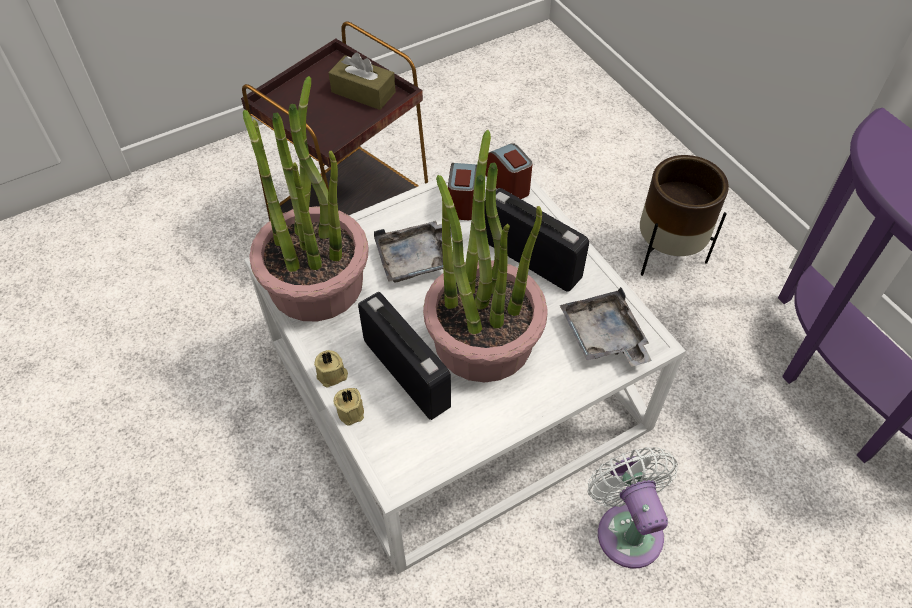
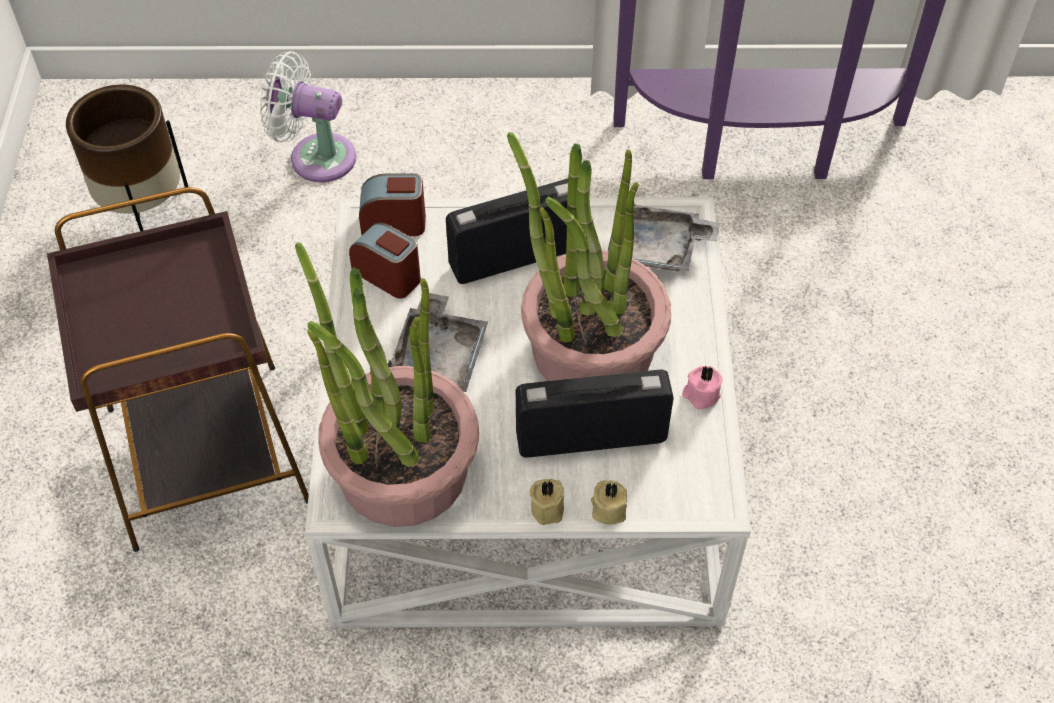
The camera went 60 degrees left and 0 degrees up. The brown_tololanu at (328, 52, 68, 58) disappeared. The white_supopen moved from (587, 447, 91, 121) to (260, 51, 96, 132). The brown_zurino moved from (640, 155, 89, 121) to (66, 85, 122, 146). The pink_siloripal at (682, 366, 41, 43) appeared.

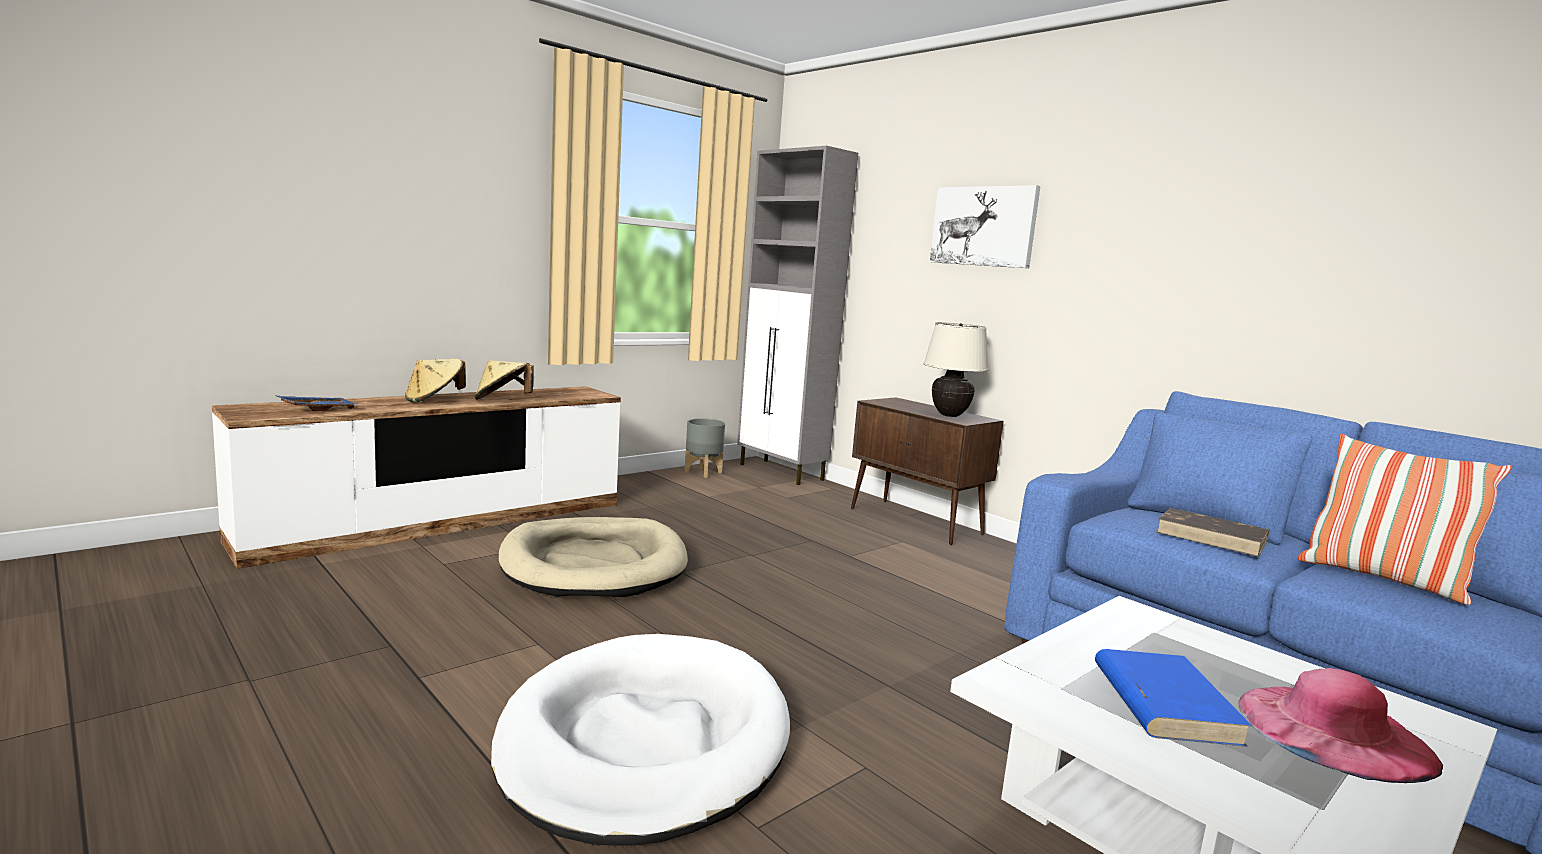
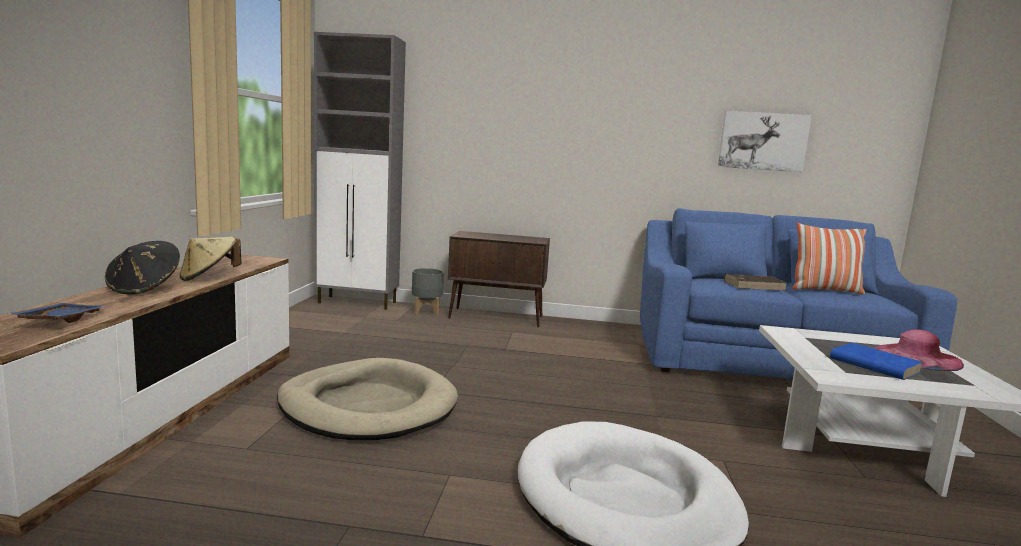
The camera went 40 degrees left and 0 degrees up. The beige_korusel at (405, 359, 61, 44) became the black_korusel at (105, 241, 75, 54). The grey_zurino moved from (684, 418, 41, 60) to (412, 268, 32, 48). The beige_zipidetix at (923, 322, 66, 95) disappeared. The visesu moved from (930, 185, 110, 83) to (718, 110, 94, 62).

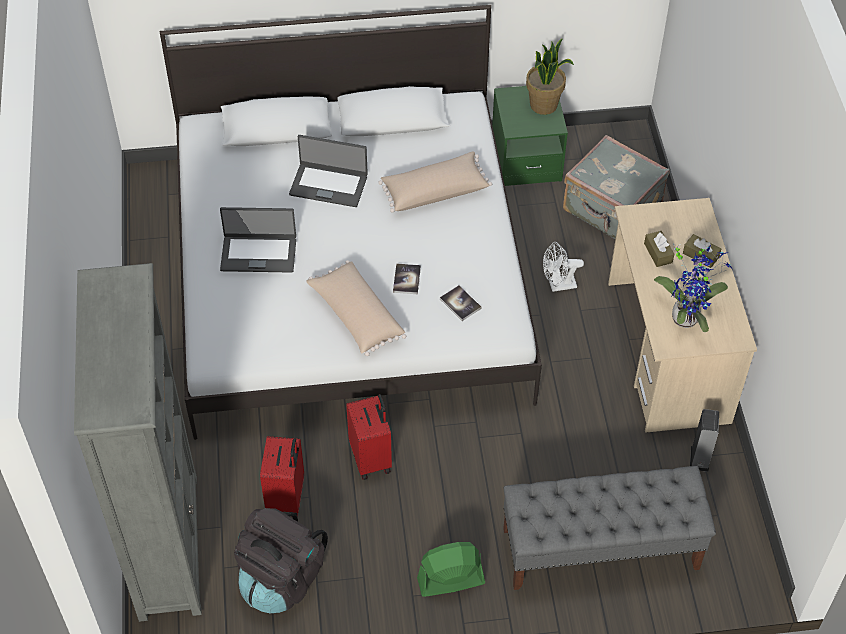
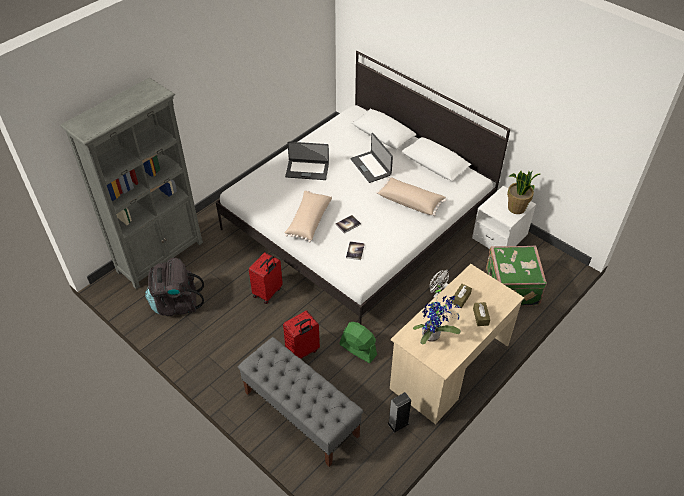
The camera went 50 degrees right and 5 degrees down. The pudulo at (220, 207, 76, 66) turned 45 degrees counterclockwise. The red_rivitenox moved from (260, 436, 44, 81) to (283, 311, 37, 48). The green_supopen moved from (417, 542, 68, 55) to (339, 322, 38, 41). The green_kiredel at (492, 86, 76, 100) became the white_kiredel at (472, 186, 64, 63). The grey_rivitenox at (563, 135, 106, 104) became the green_rivitenox at (486, 246, 61, 60).

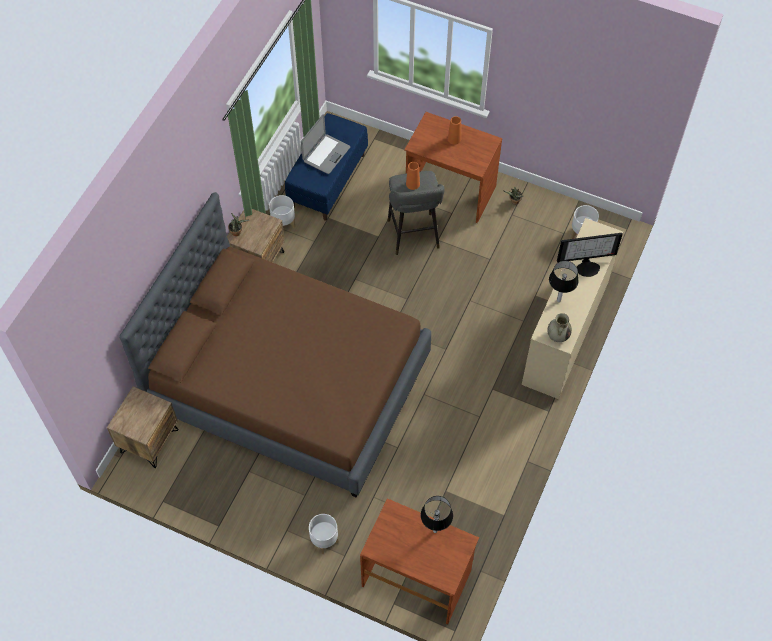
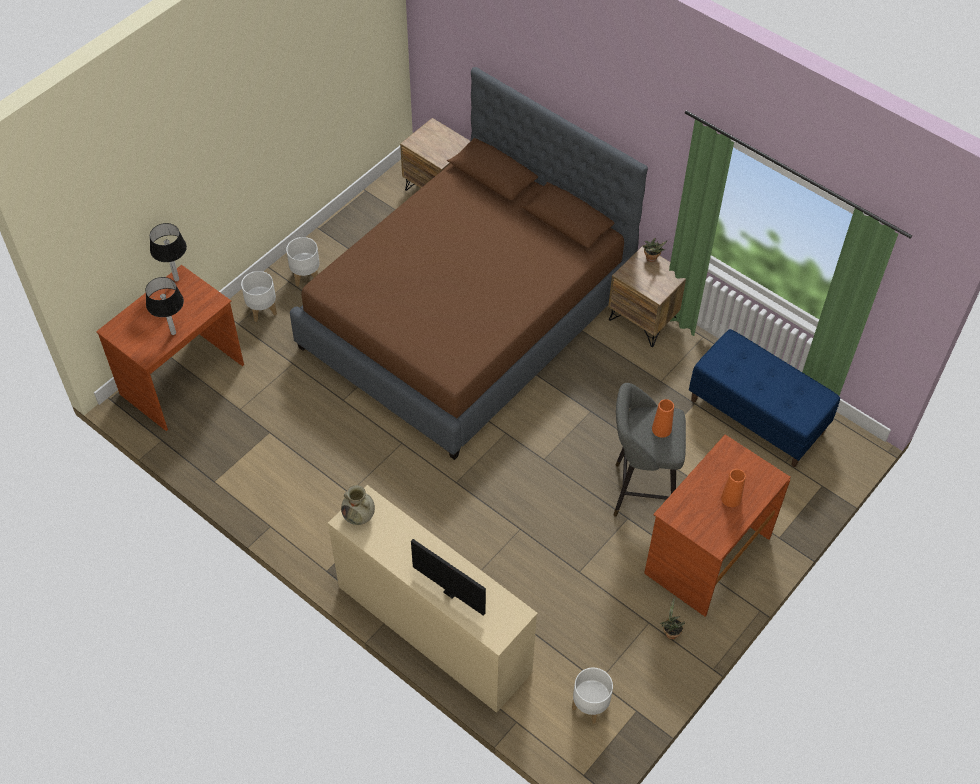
The camera went 105 degrees right and 5 degrees down. The white_zurino moved from (269, 195, 26, 33) to (286, 237, 34, 49). The pudulo at (301, 114, 49, 60) disappeared. The zipidetix moved from (549, 261, 29, 41) to (150, 223, 37, 58). The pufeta at (557, 233, 66, 44) turned 120 degrees clockwise.

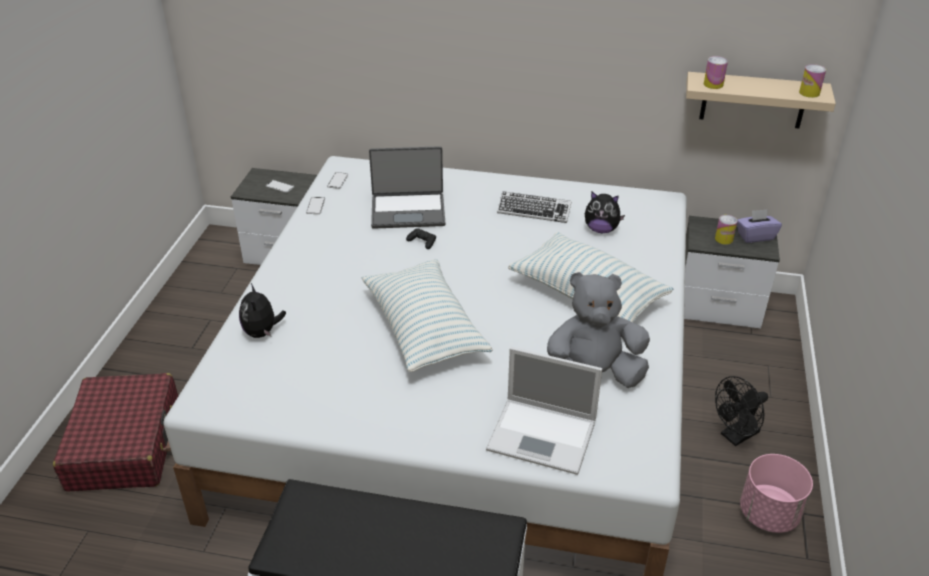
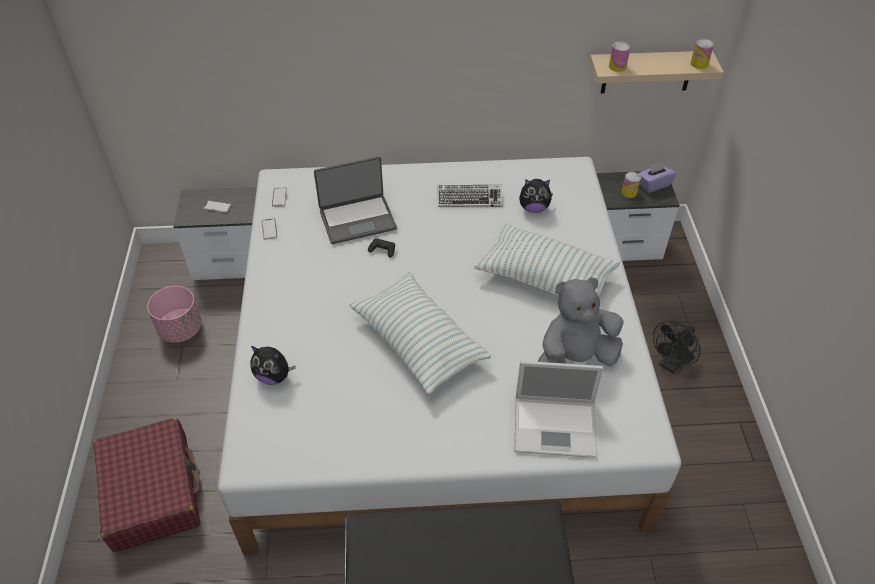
The camera went 15 degrees left and 10 degrees up. The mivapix at (239, 283, 47, 55) turned 45 degrees counterclockwise. The pink_zurino moved from (740, 454, 73, 79) to (147, 286, 55, 57).

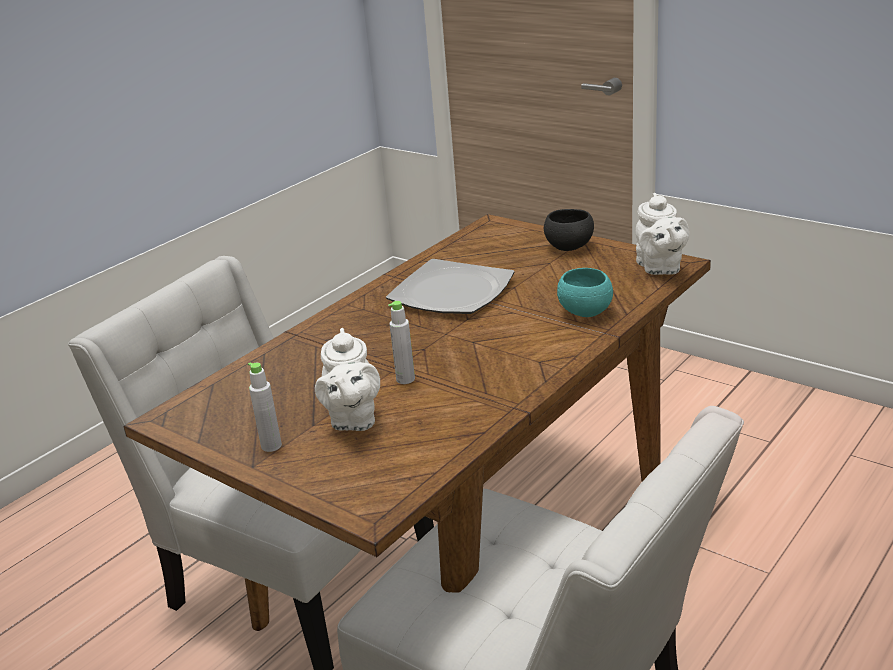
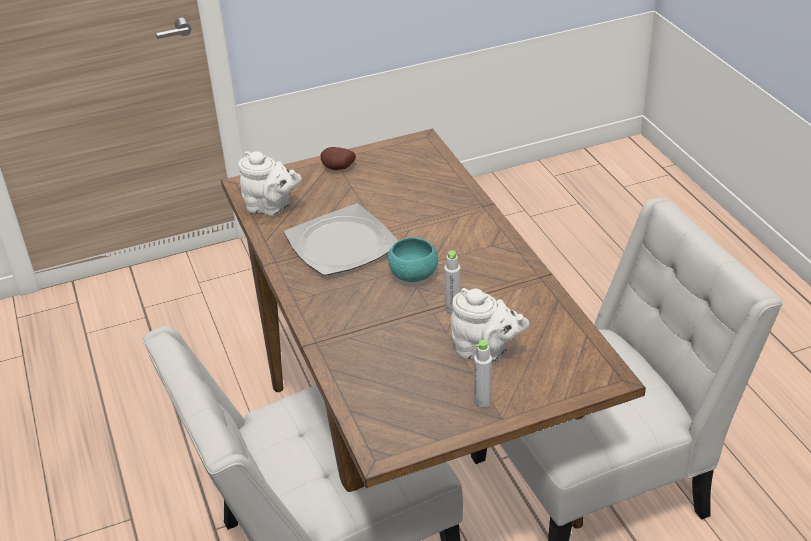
The camera went 60 degrees left and 10 degrees up. The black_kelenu at (544, 209, 50, 42) was replaced by the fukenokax at (320, 147, 36, 23). The turquoise_kelenu moved from (557, 268, 56, 49) to (388, 237, 50, 45). The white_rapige moved from (636, 193, 53, 82) to (238, 151, 64, 65).

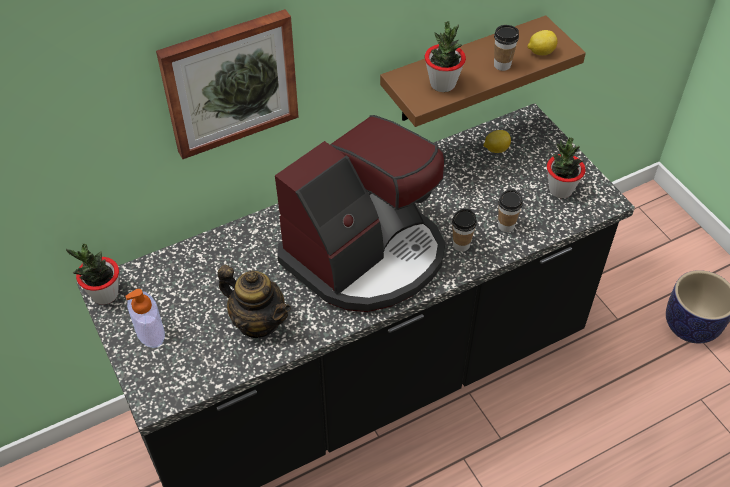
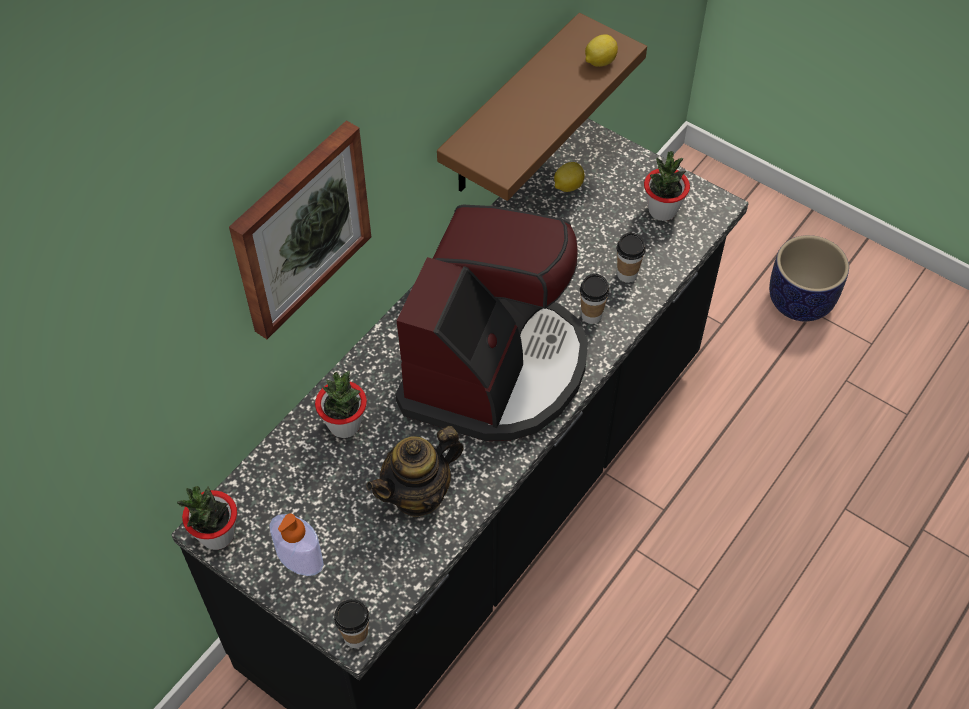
The camera went 25 degrees left and 5 degrees up. The rapige at (218, 265, 73, 73) turned 135 degrees clockwise. The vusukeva moved from (425, 21, 41, 71) to (315, 371, 52, 67). The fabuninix moved from (494, 25, 25, 46) to (334, 599, 35, 49).

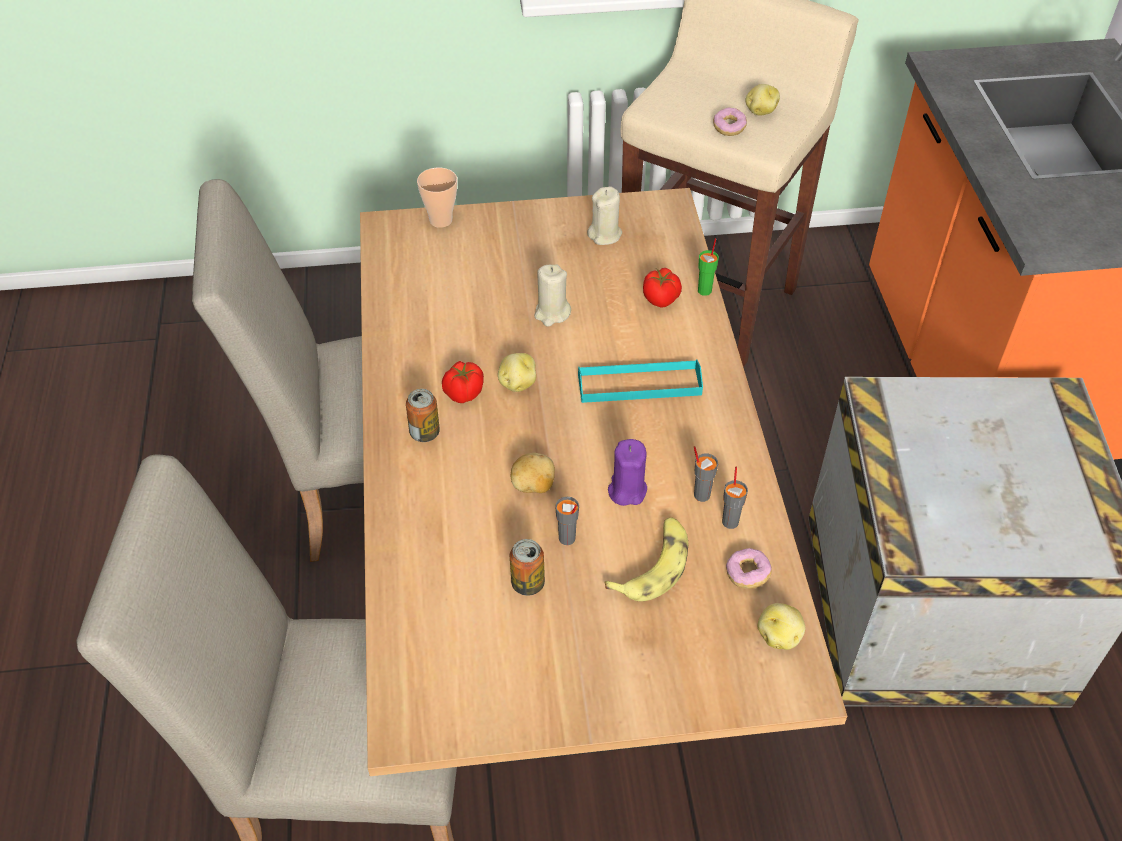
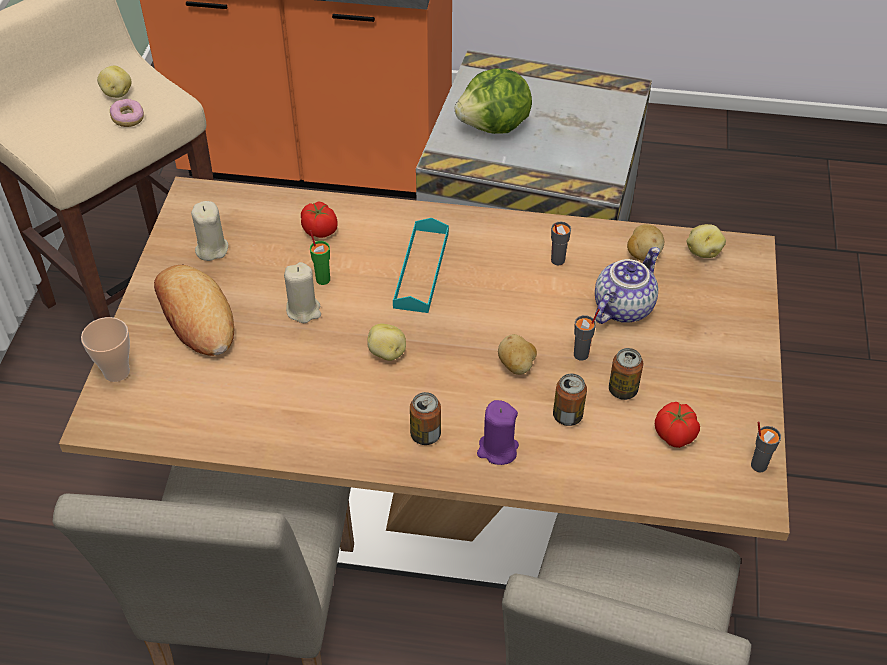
The camera went 75 degrees left and 0 degrees up. The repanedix moved from (442, 361, 42, 42) to (655, 402, 45, 46). The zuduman at (605, 517, 84, 84) was replaced by the rapige at (595, 247, 65, 77). The purple_siloripal moved from (608, 439, 39, 67) to (477, 400, 42, 65). The green_fabuninix moved from (698, 238, 21, 58) to (310, 230, 20, 55). The grey_fabuninix moved from (722, 466, 26, 63) to (751, 422, 30, 50). The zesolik at (726, 548, 46, 41) was replaced by the fukenokax at (627, 224, 37, 37). The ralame at (154, 265, 80, 91) appeared. The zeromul at (455, 68, 77, 66) appeared. The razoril at (553, 374, 34, 52) appeared.

